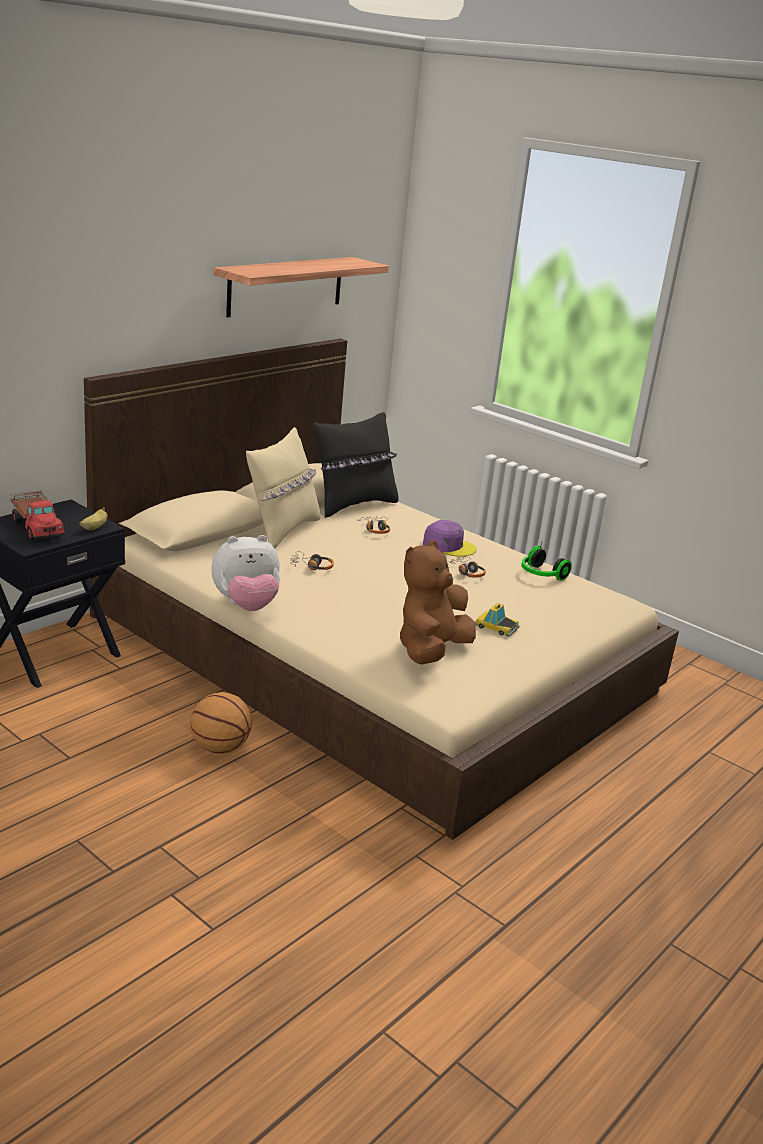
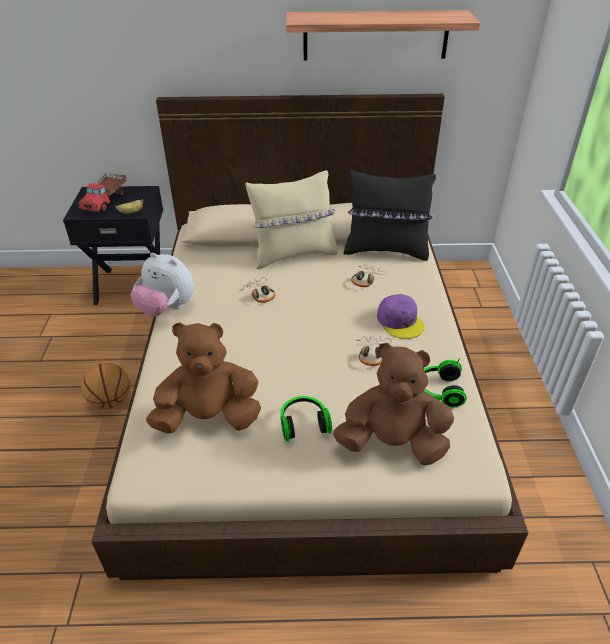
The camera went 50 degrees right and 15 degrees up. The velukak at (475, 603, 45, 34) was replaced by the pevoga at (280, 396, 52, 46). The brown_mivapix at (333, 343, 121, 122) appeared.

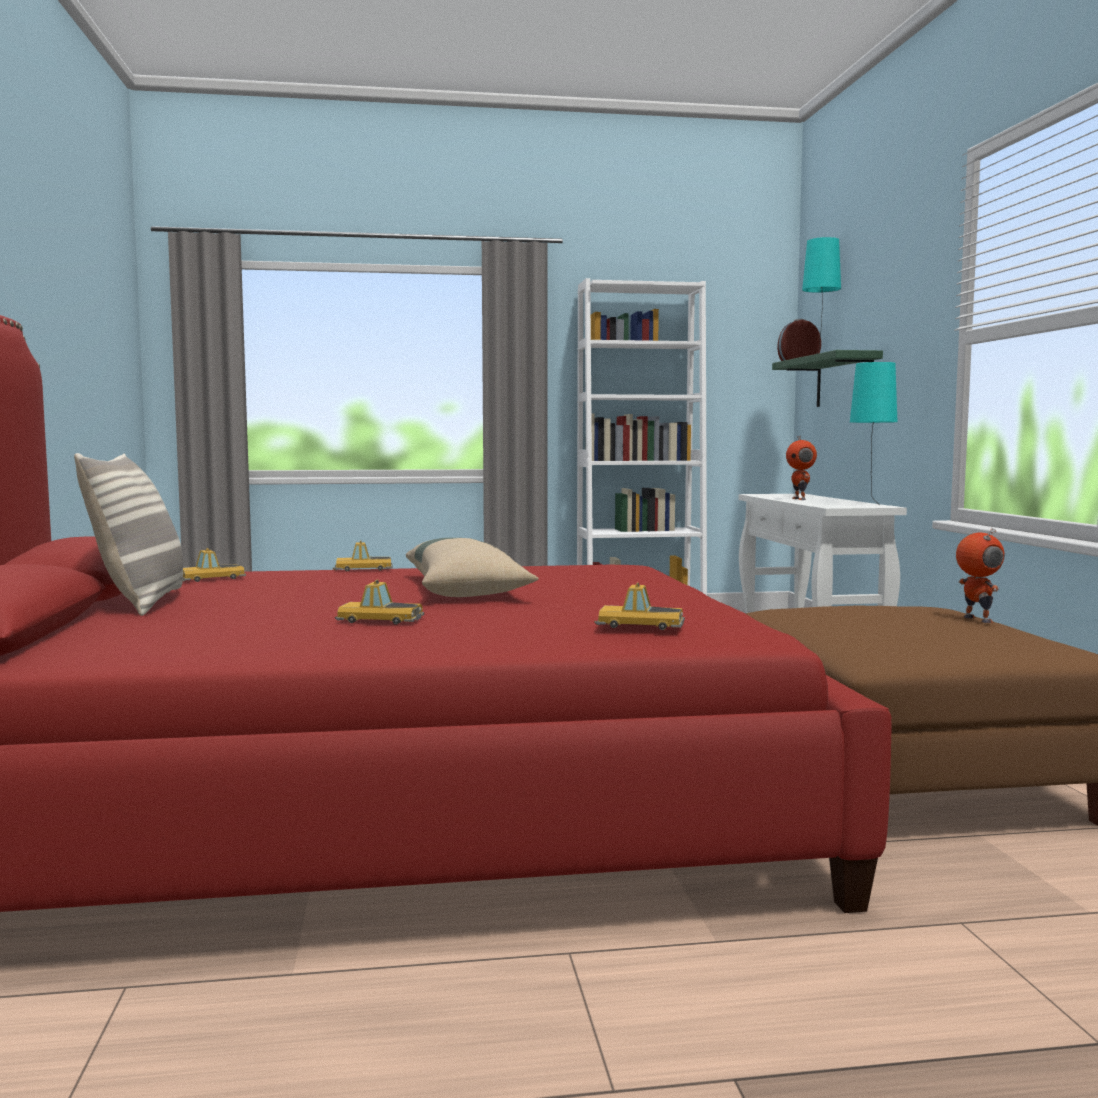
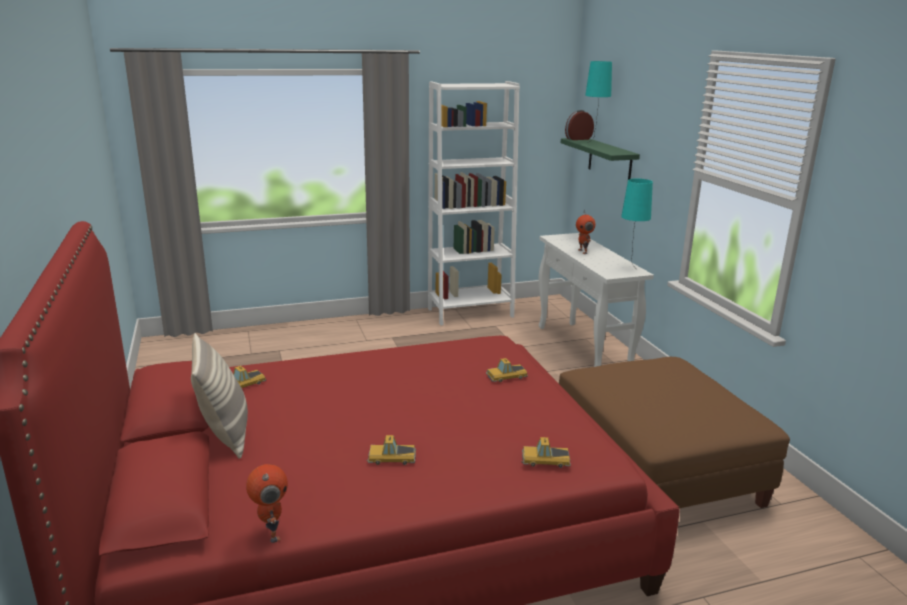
The camera went 10 degrees left and 15 degrees up. The velukak moved from (333, 540, 60, 31) to (486, 358, 42, 24). The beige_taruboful at (406, 538, 133, 59) disappeared. The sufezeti moved from (956, 528, 49, 95) to (246, 464, 42, 79).

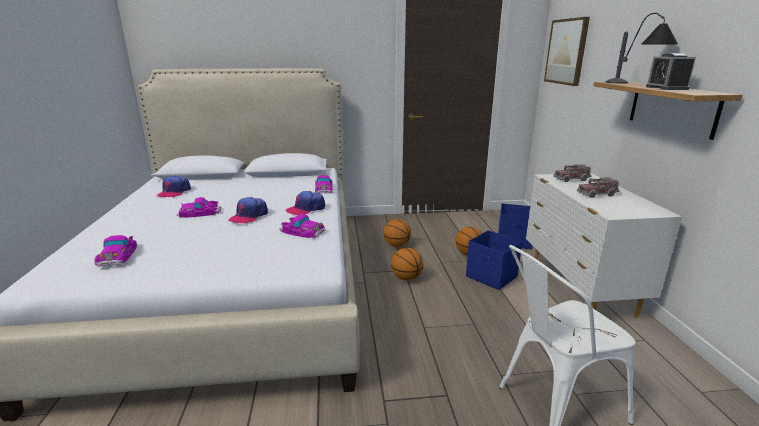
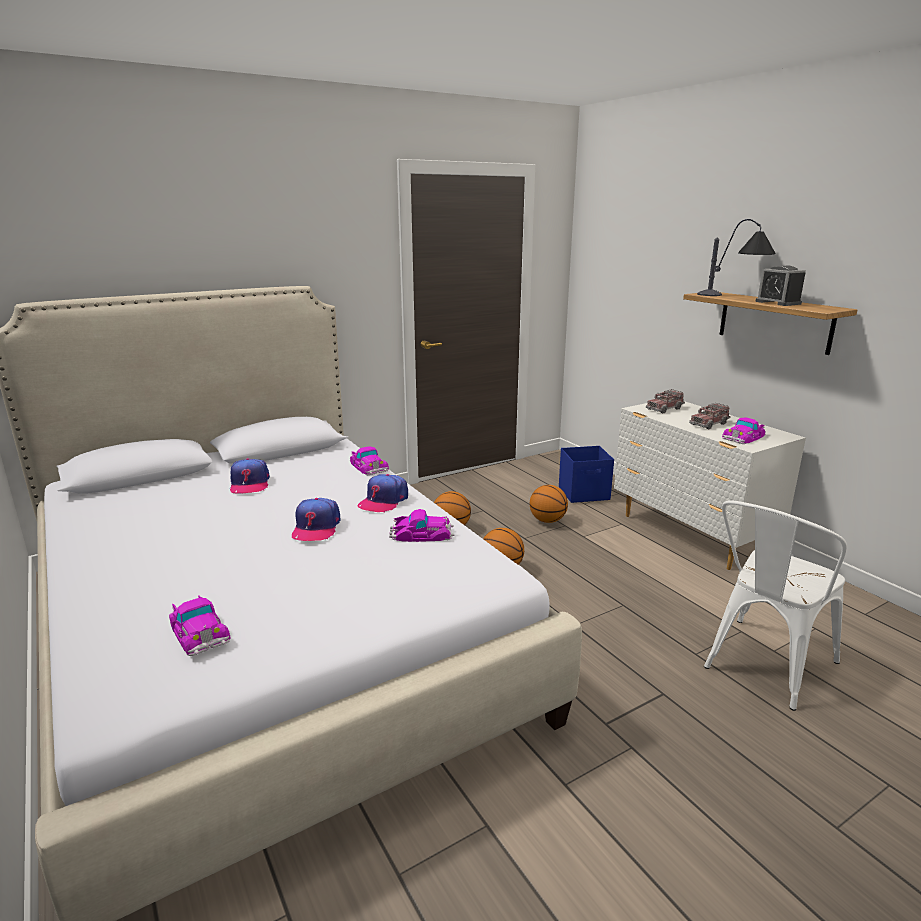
The camera went 25 degrees left and 0 degrees up. The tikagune moved from (156, 176, 35, 21) to (230, 458, 40, 36). The velukak moved from (176, 197, 46, 21) to (722, 417, 44, 27). The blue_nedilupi at (466, 230, 56, 60) disappeared. The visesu at (544, 17, 46, 69) disappeared.

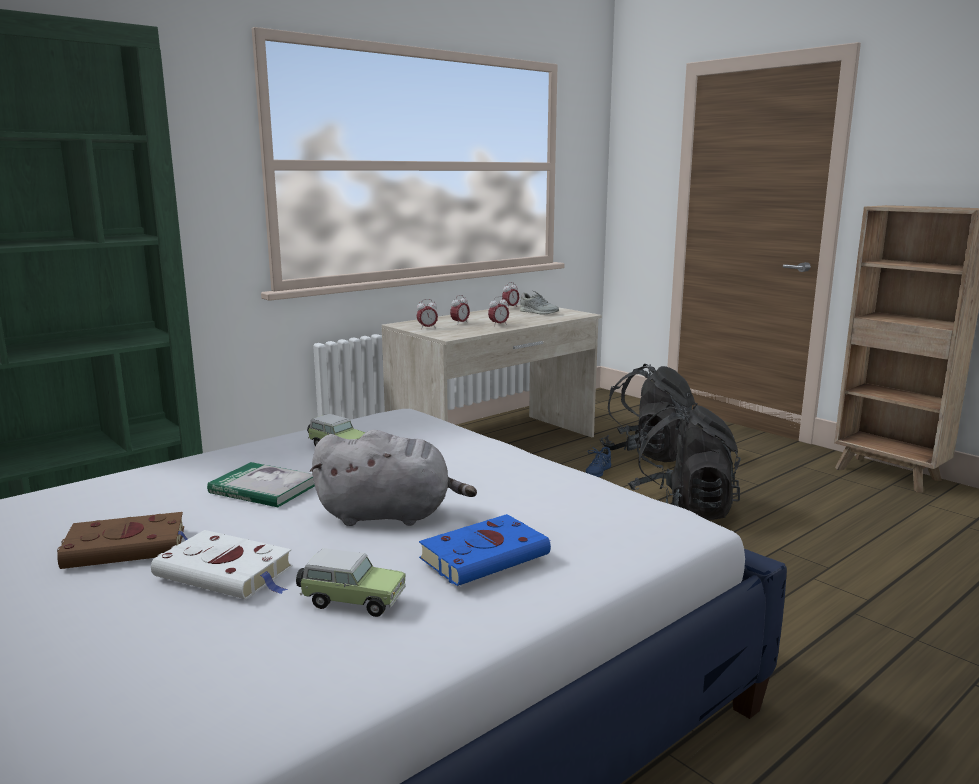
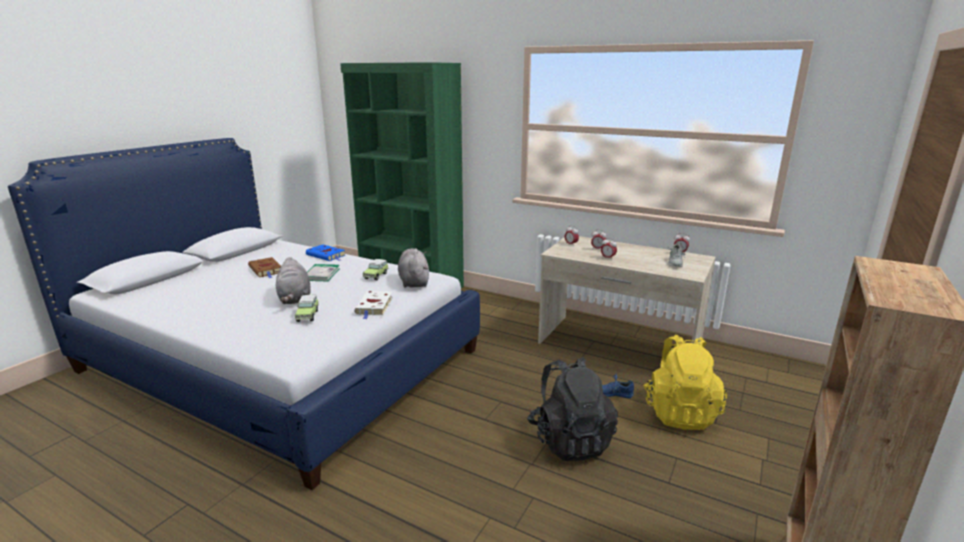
The camera went 70 degrees right and 5 degrees up. The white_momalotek moved from (151, 530, 141, 69) to (354, 291, 39, 28). The velukak moved from (296, 548, 110, 69) to (295, 295, 24, 27). The blue_momalotek moved from (419, 514, 132, 72) to (306, 245, 39, 16). The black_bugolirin at (599, 364, 99, 98) became the yellow_bugolirin at (643, 335, 84, 95). The grey_mivapix at (398, 248, 31, 40) appeared.

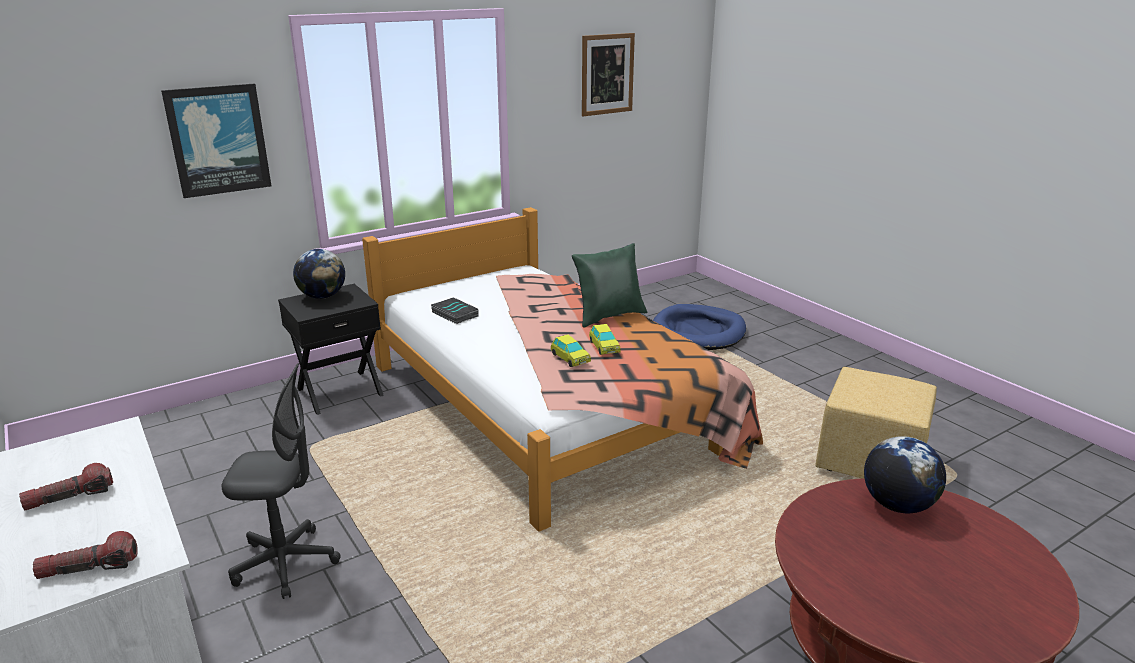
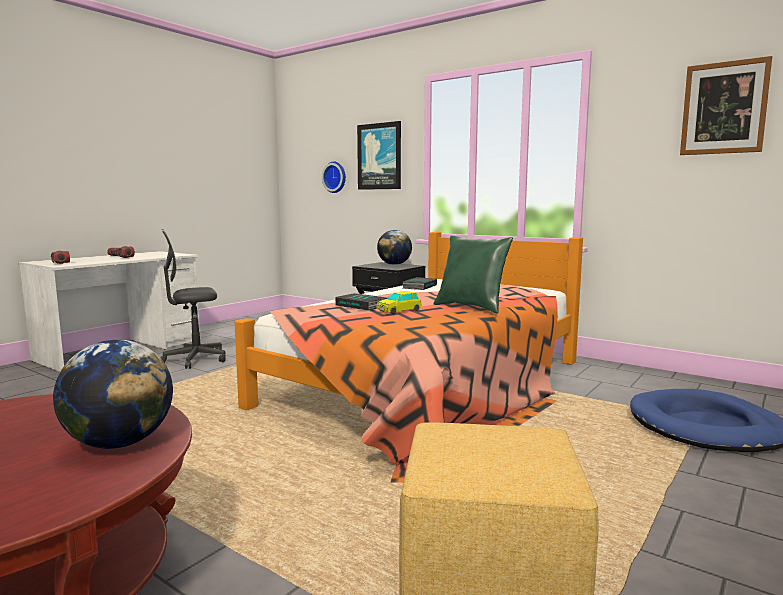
The camera went 70 degrees right and 15 degrees down. The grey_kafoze at (222, 363, 119, 236) turned 90 degrees clockwise. The velukak at (551, 334, 40, 33) was replaced by the momalotek at (335, 293, 52, 18). The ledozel at (322, 161, 24, 32) appeared.

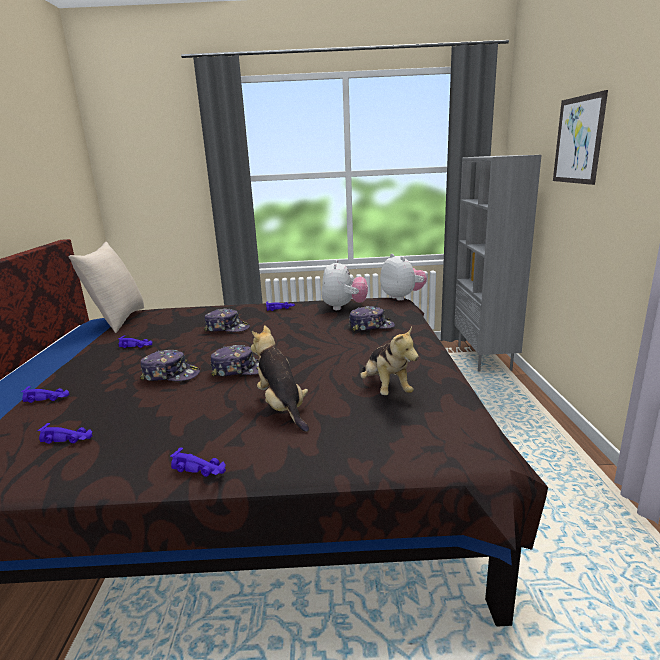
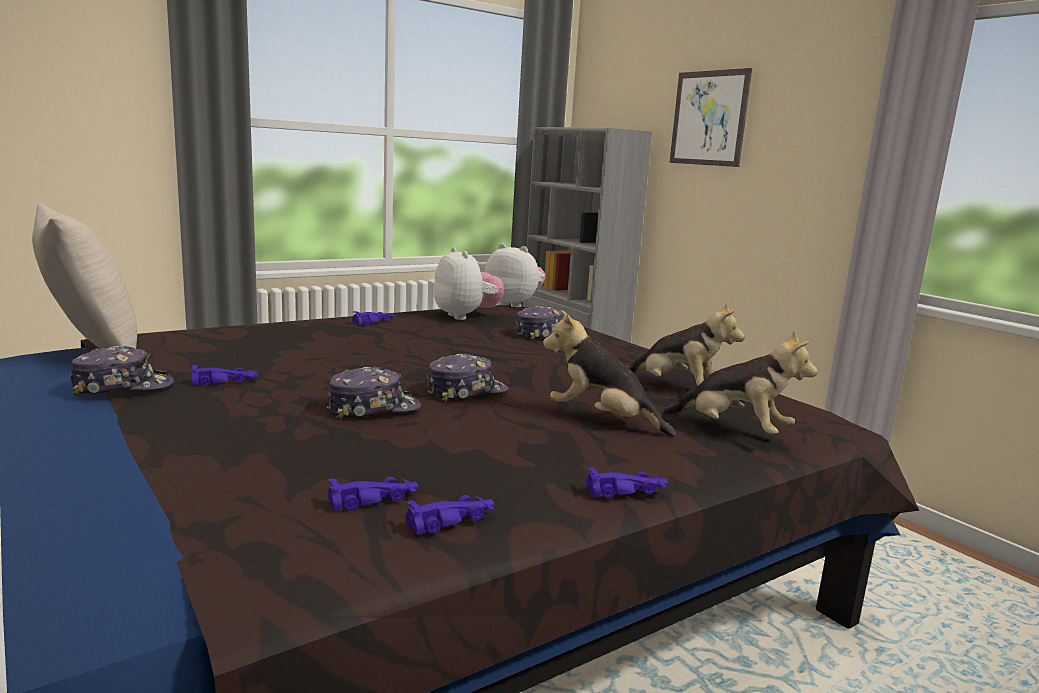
The camera went 35 degrees left and 5 degrees down. The purple_velukak moved from (21, 386, 49, 17) to (405, 495, 89, 40). The tikagune moved from (204, 308, 46, 24) to (70, 346, 104, 50). The mivapix at (662, 330, 155, 104) appeared.

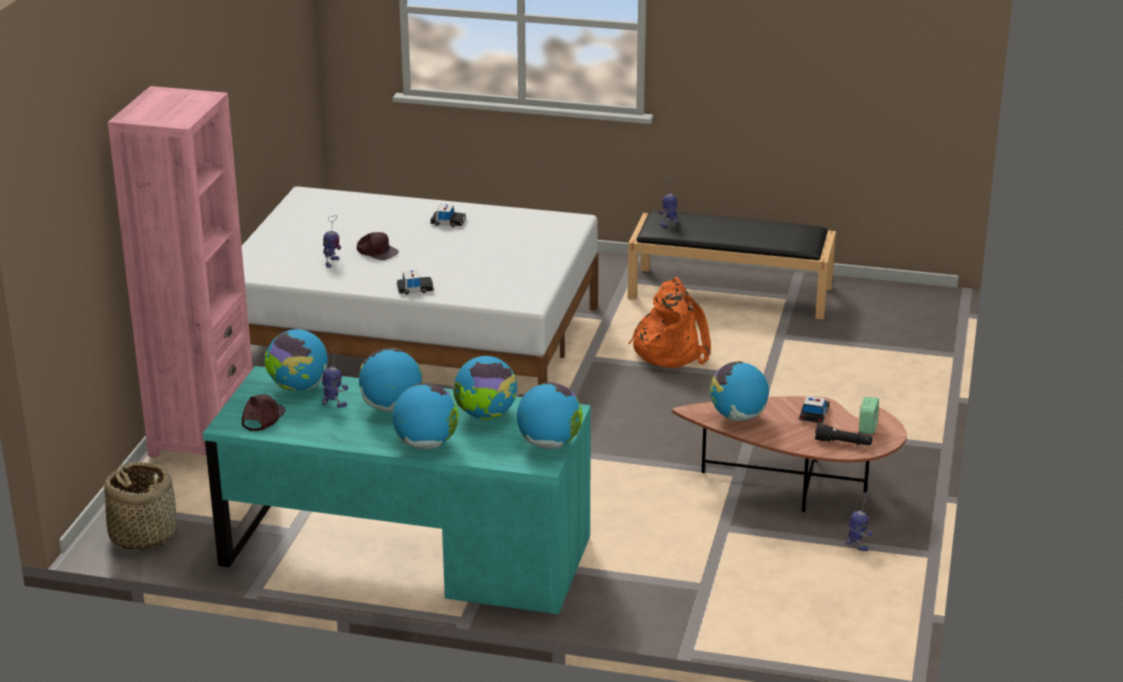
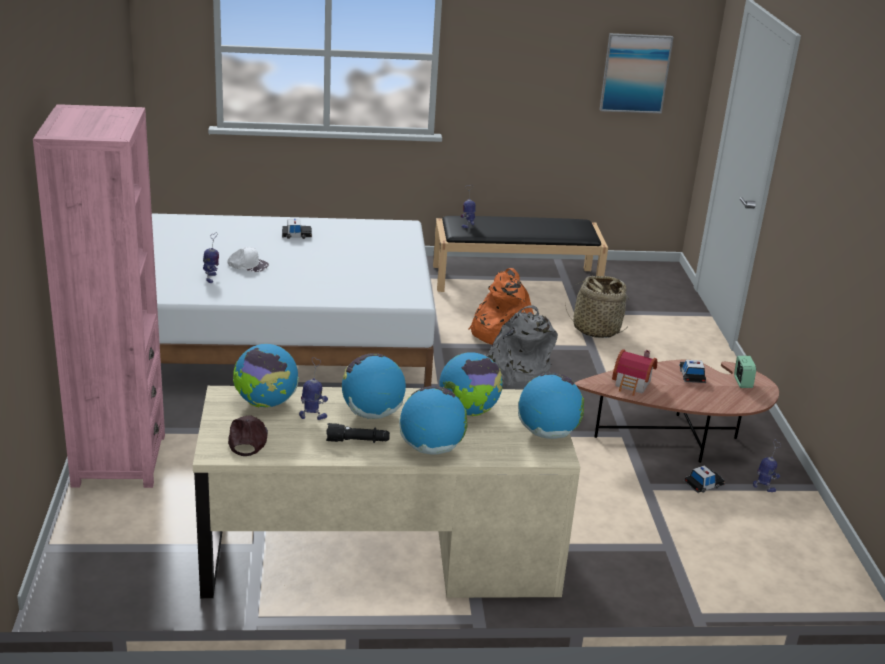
The camera went 20 degrees left and 0 degrees up. The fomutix moved from (104, 462, 72, 88) to (565, 276, 65, 62). The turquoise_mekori at (203, 366, 388, 248) became the beige_mekori at (193, 386, 387, 212). The brown_tikagune at (357, 232, 42, 28) became the white_tikagune at (227, 247, 42, 25). The velukak moved from (397, 270, 37, 25) to (683, 466, 42, 27). The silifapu at (710, 361, 59, 60) was replaced by the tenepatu at (612, 349, 45, 47). The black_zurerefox moved from (815, 424, 58, 22) to (326, 423, 64, 20). The grey_bugolirin at (484, 305, 74, 84) appeared. The visesu at (600, 33, 74, 80) appeared.

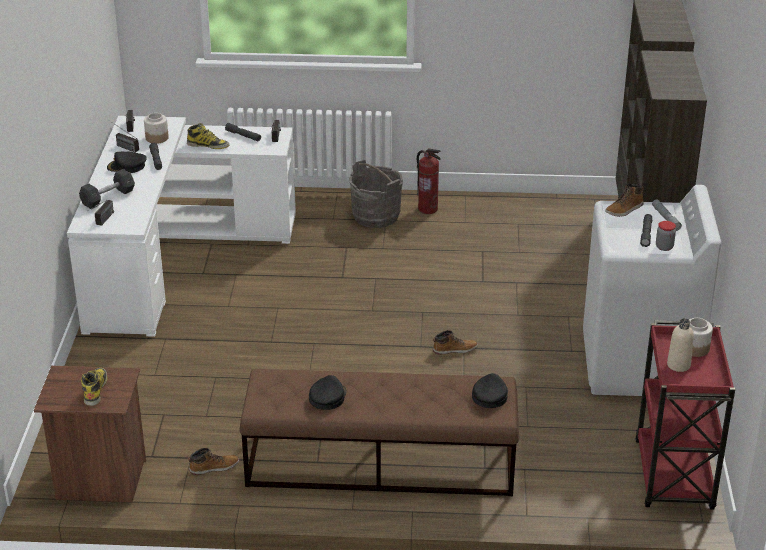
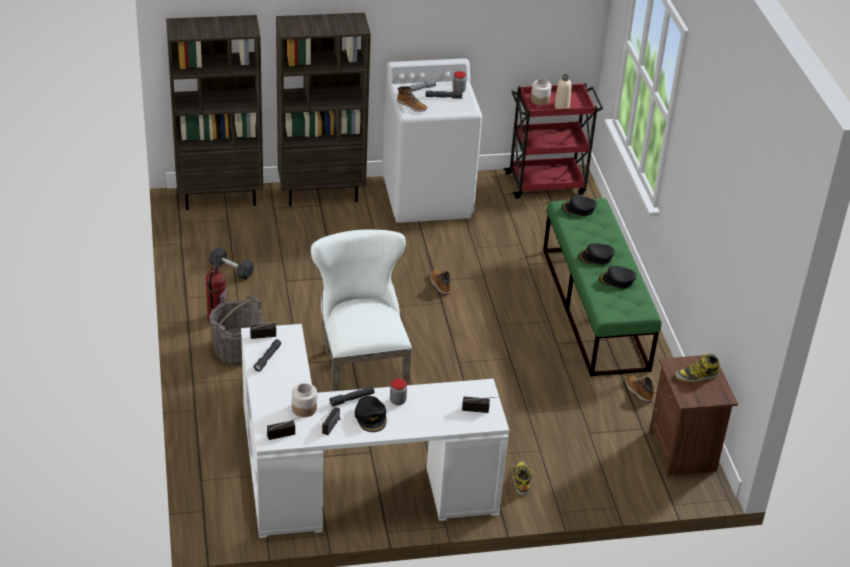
The camera went 105 degrees left and 5 degrees up. The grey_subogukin moved from (79, 169, 56, 40) to (209, 247, 45, 33). The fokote moved from (187, 123, 42, 26) to (512, 460, 20, 35). The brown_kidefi at (239, 369, 280, 127) became the green_kidefi at (543, 198, 119, 179). The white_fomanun at (310, 230, 102, 161) appeared. The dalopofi at (390, 378, 17, 27) appeared. The black_tikagune at (578, 243, 37, 22) appeared.

